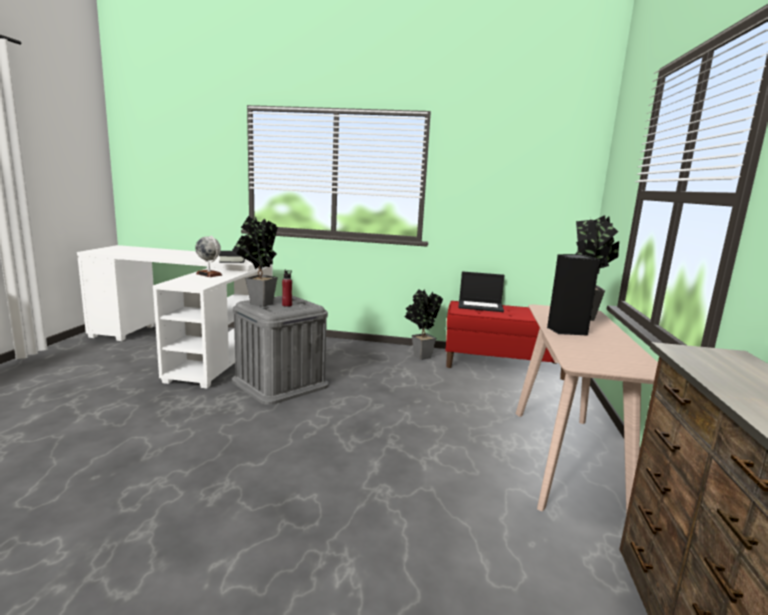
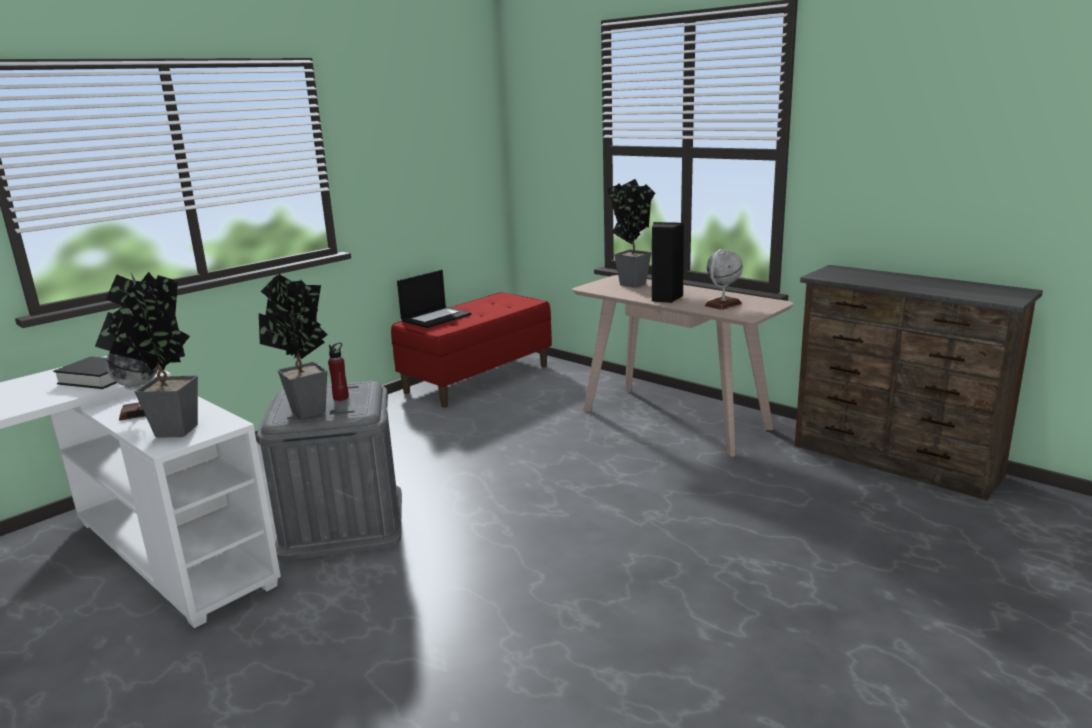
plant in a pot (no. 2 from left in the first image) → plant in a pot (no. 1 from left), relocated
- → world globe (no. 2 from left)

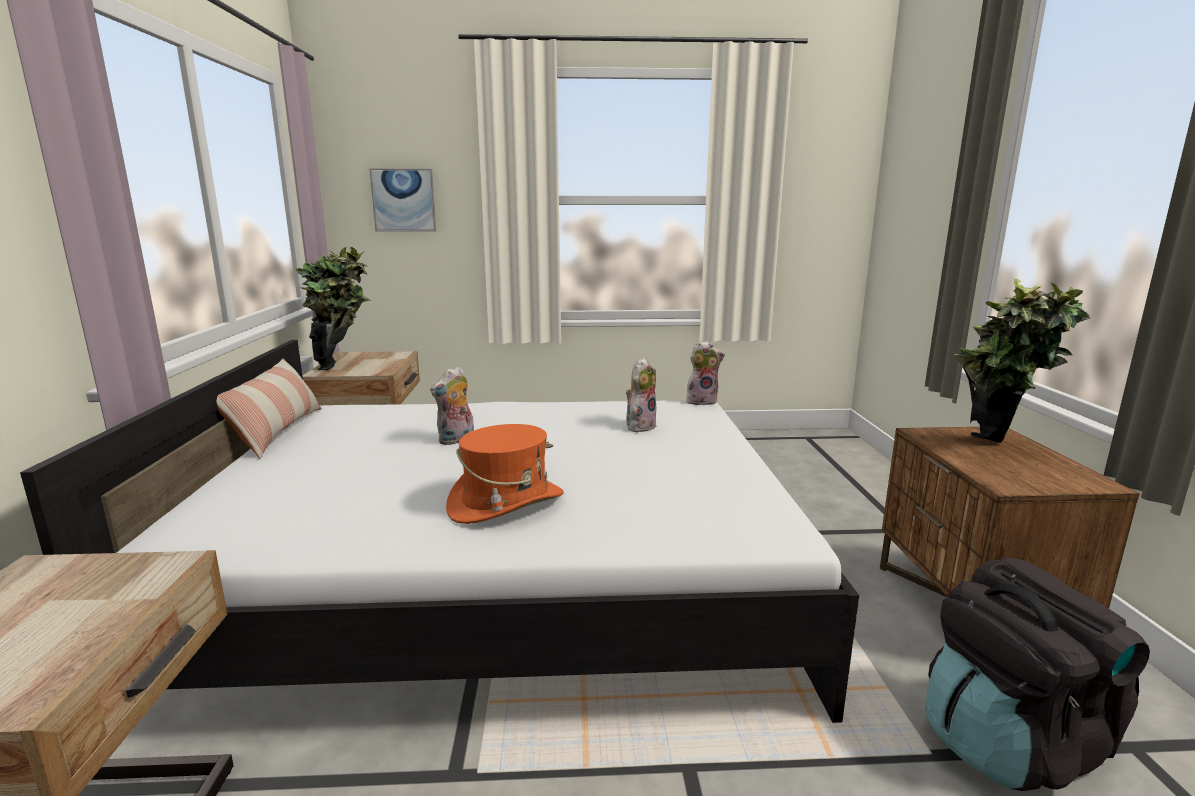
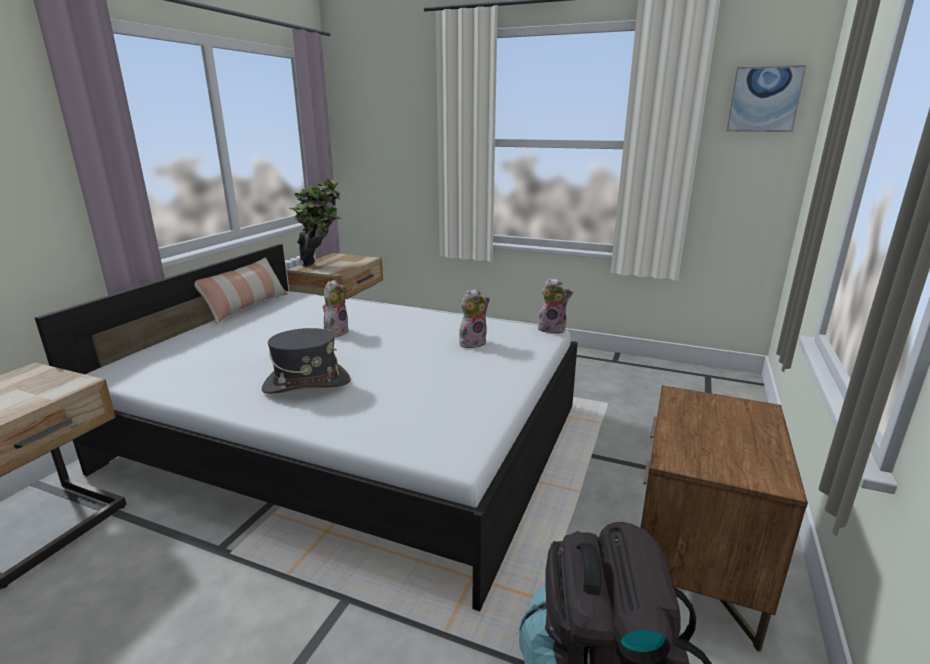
picture, relocated
soft toy (no. 1 from left), 135 degrees clockwise
orangey hat → greyish hat
plant in a pot (no. 2 from left) → -

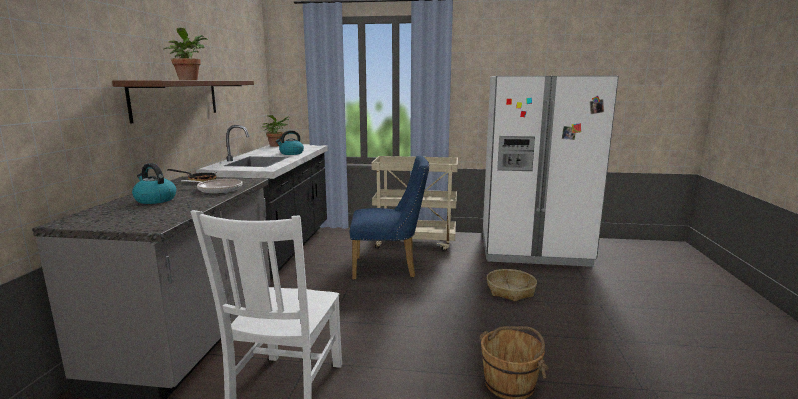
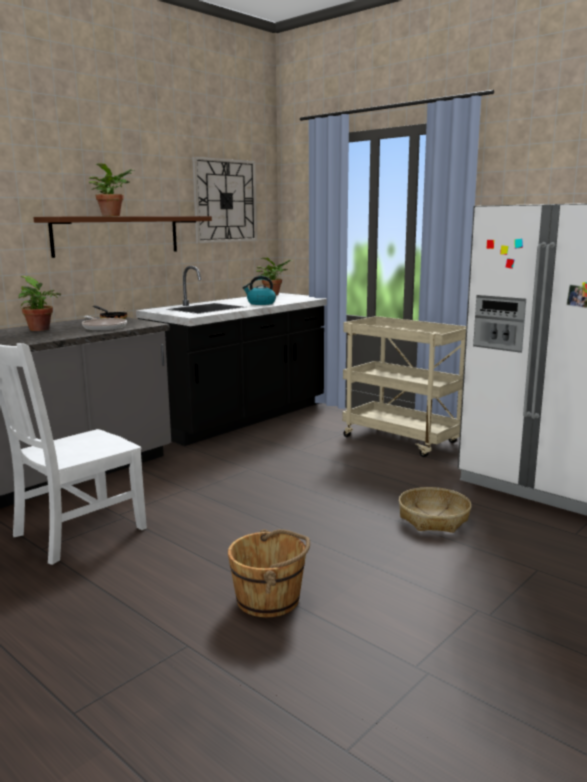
tea kettle (no. 1 from left) → plant in a pot (no. 1 from left)
bluish upright chair → -
- → hanging clock

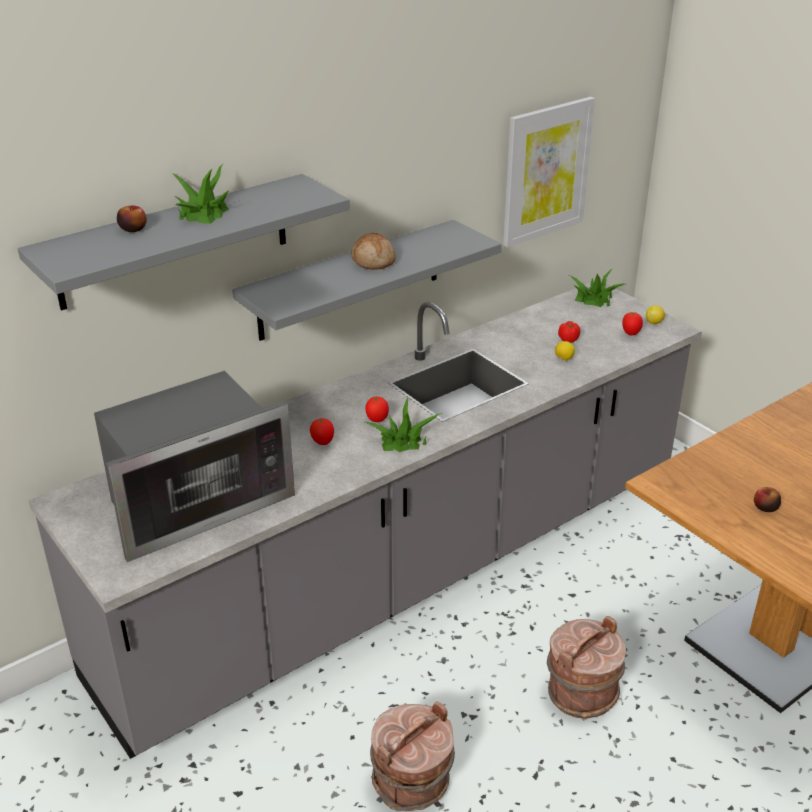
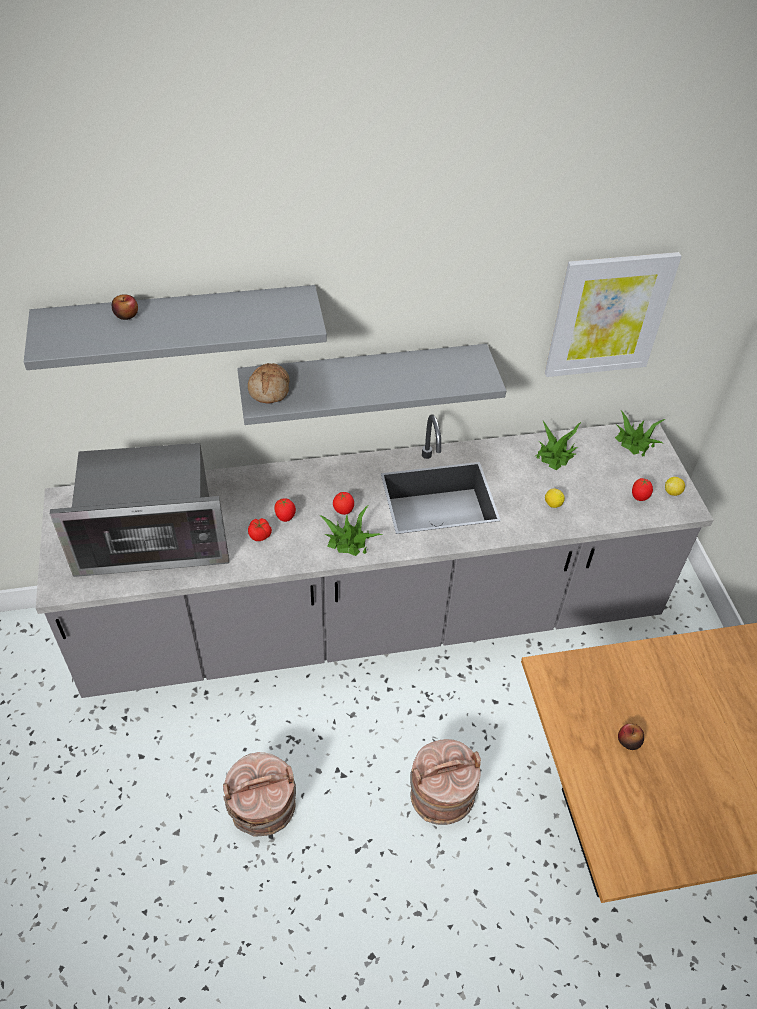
plant in a pot (no. 1 from left in the first image) → plant in a pot (no. 2 from left), relocated
bread, relocated
whole tomato (no. 3 from left in the first image) → whole tomato (no. 1 from left), relocated

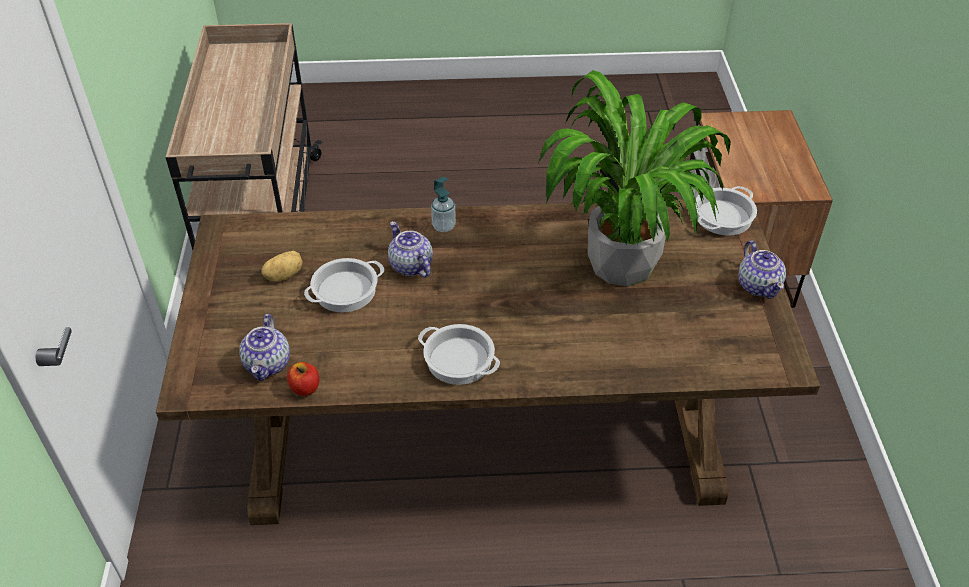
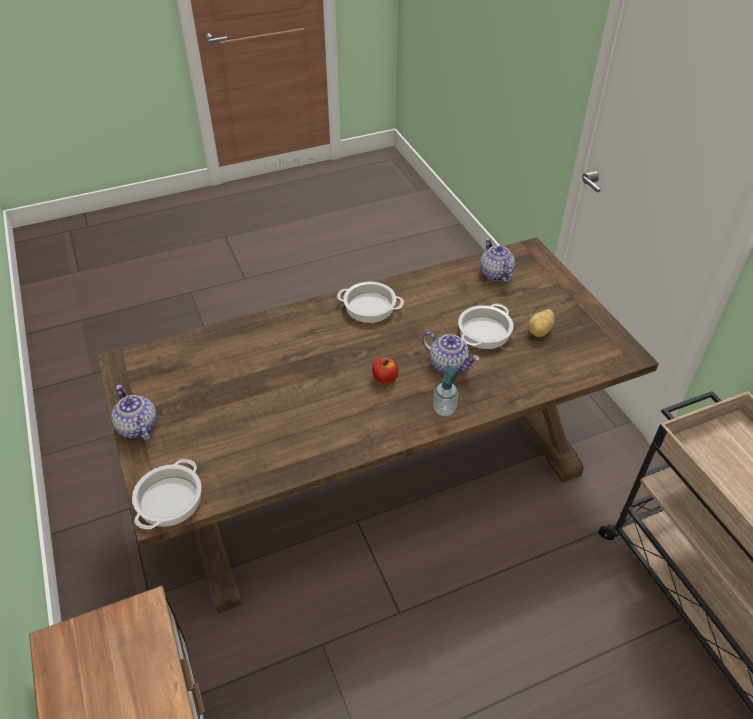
apple, relocated
plant in a pot → -

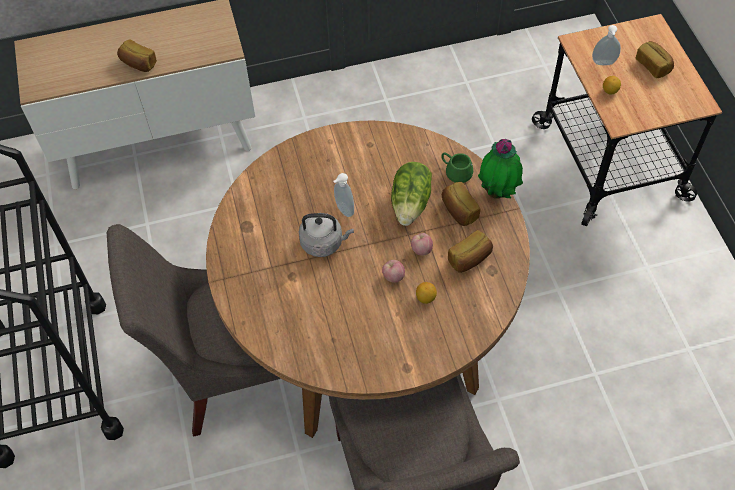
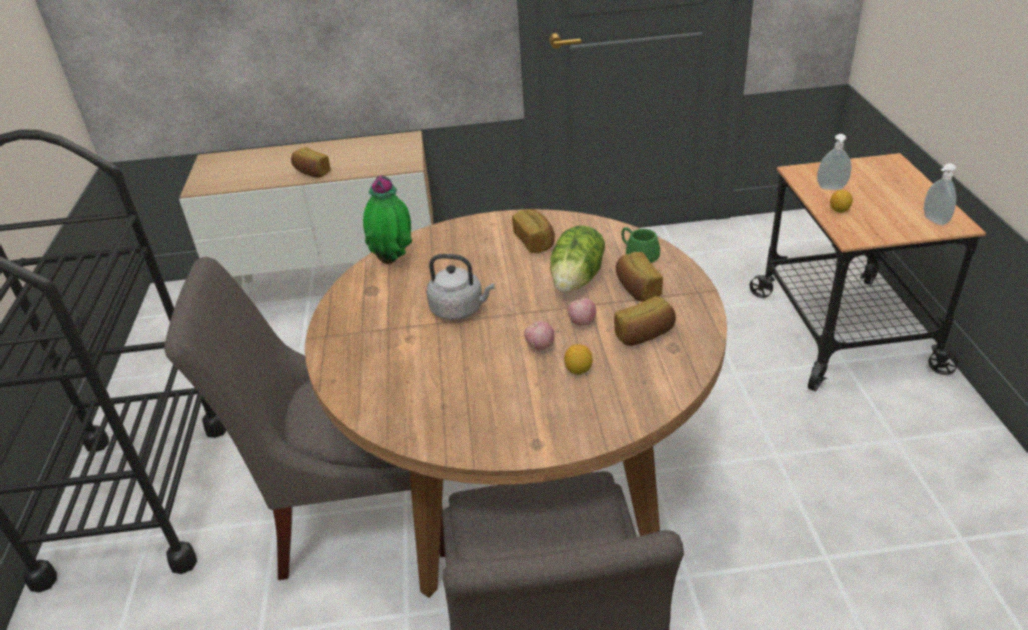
liquid soap bottle (no. 1 from left in the first image) → liquid soap bottle (no. 2 from left), relocated
plant in a pot, relocated
bread (no. 4 from left in the first image) → bread (no. 2 from left), relocated

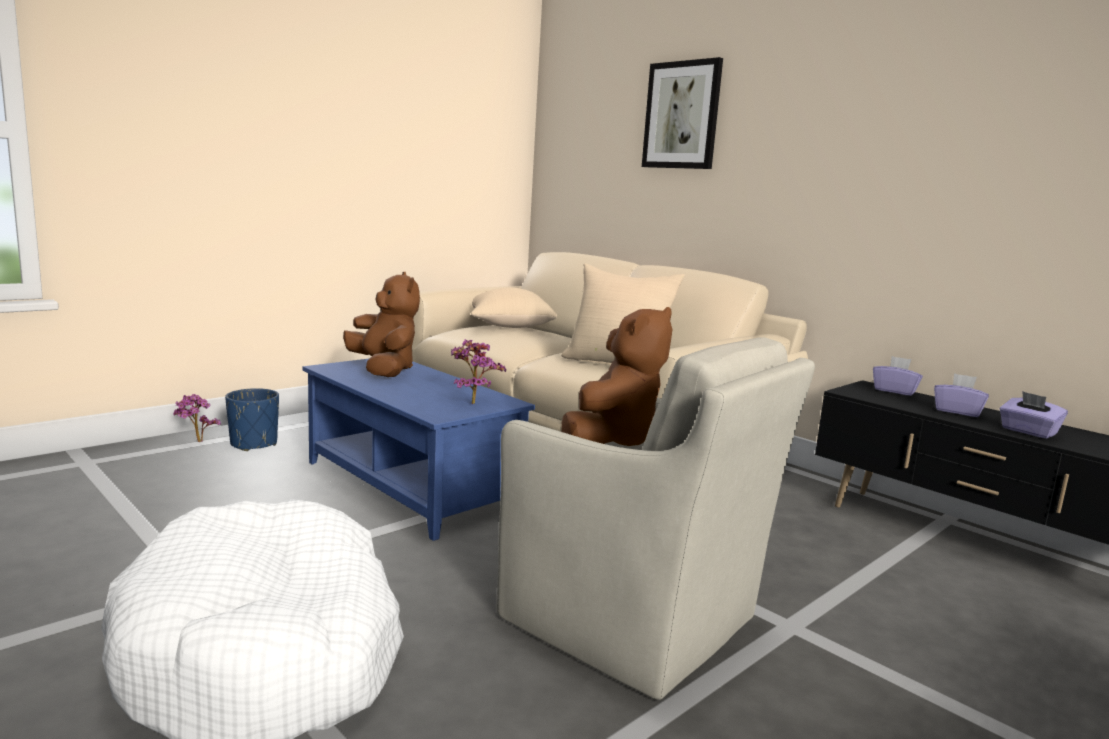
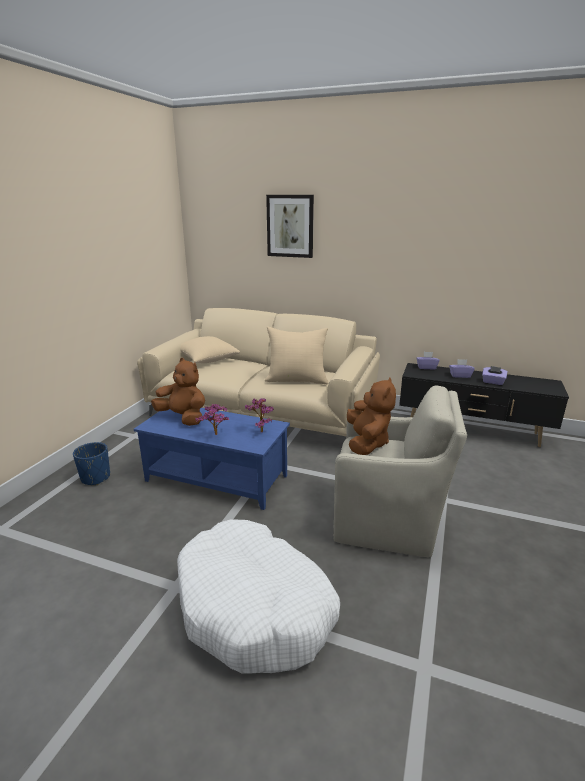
plant in a pot (no. 1 from left), relocated

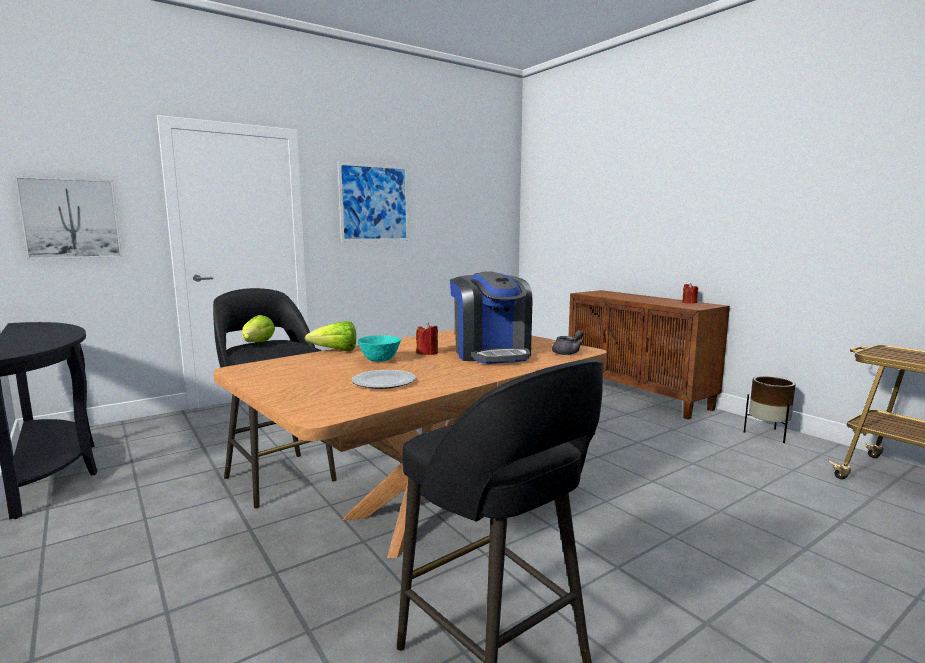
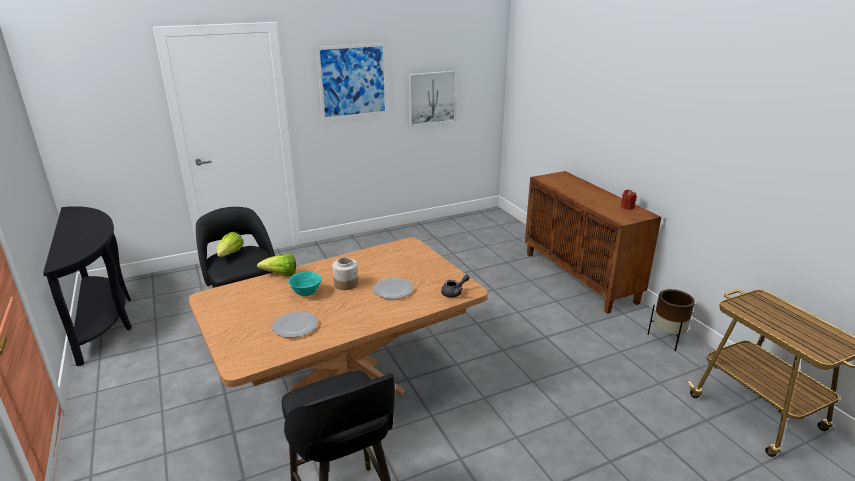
picture (no. 1 from left in the first image) → picture (no. 2 from left), relocated
reddish wax candle (no. 1 from left) → preserve jar
coffee maker → plate (no. 2 from left)

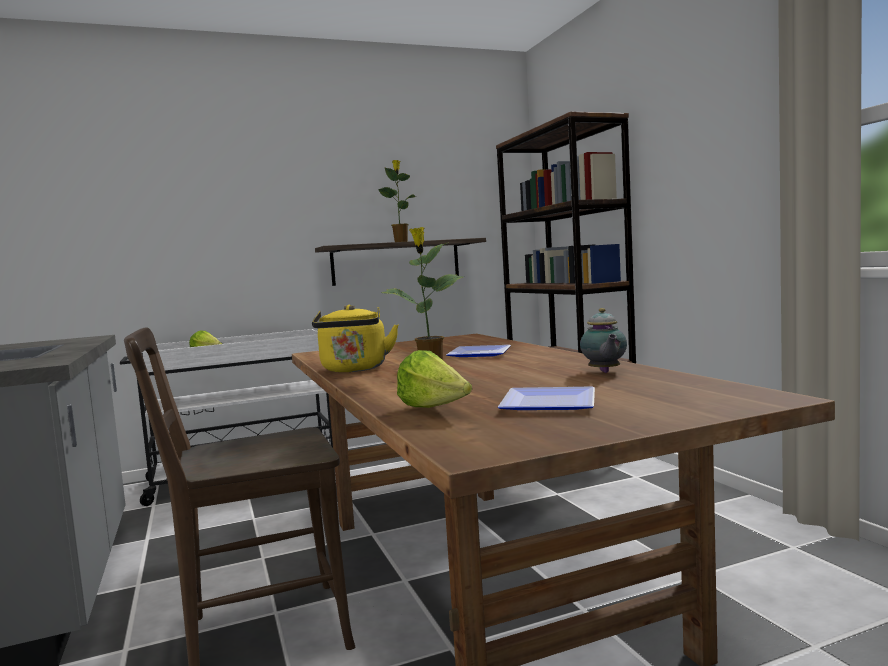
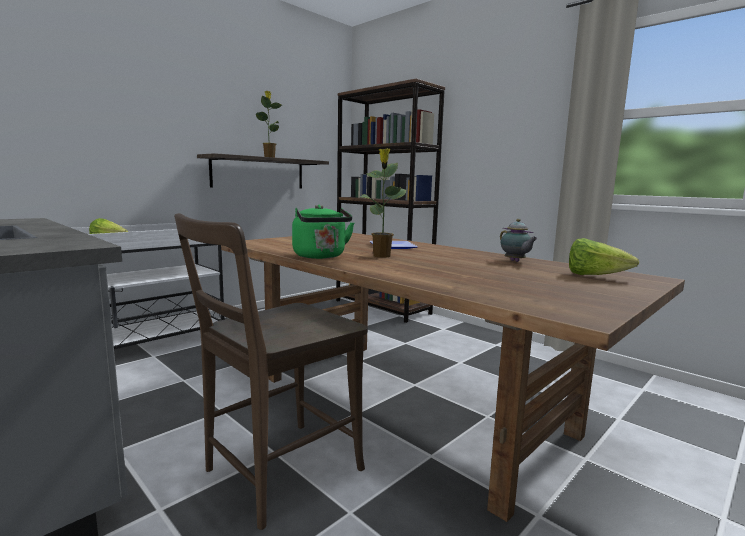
yellow tea kettle → green-coloured tea kettle
head of lettuce (no. 2 from left), relocated
plate (no. 2 from left) → -

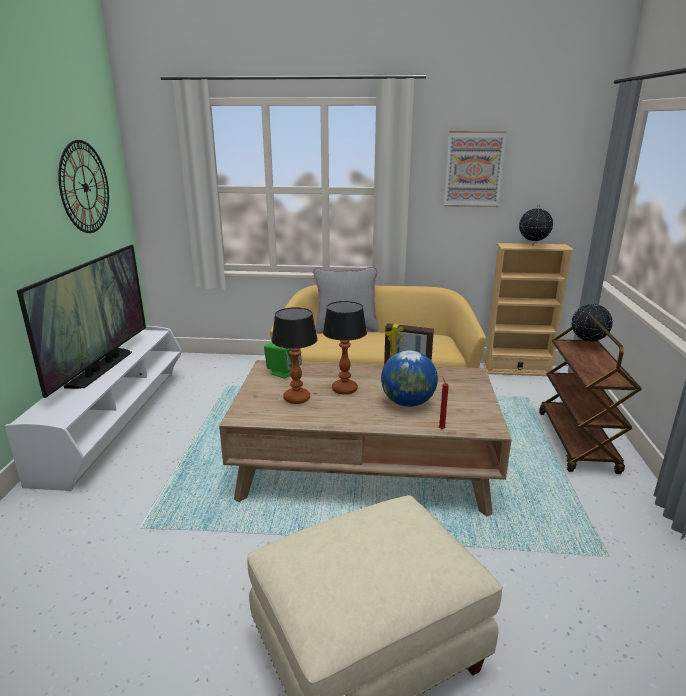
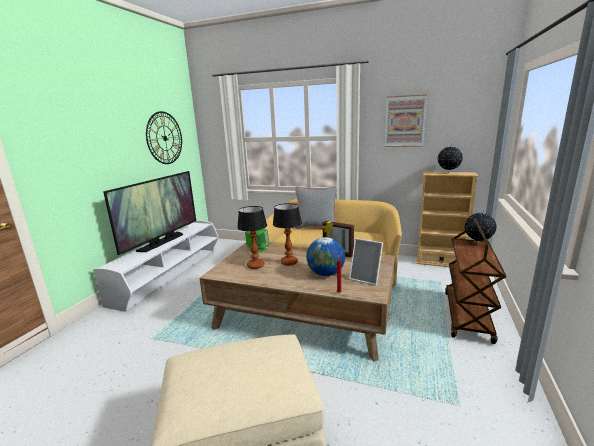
- → photo frame (no. 2 from left)

